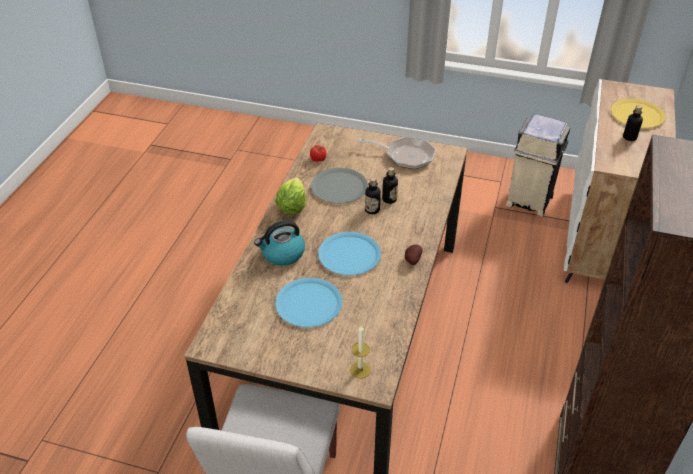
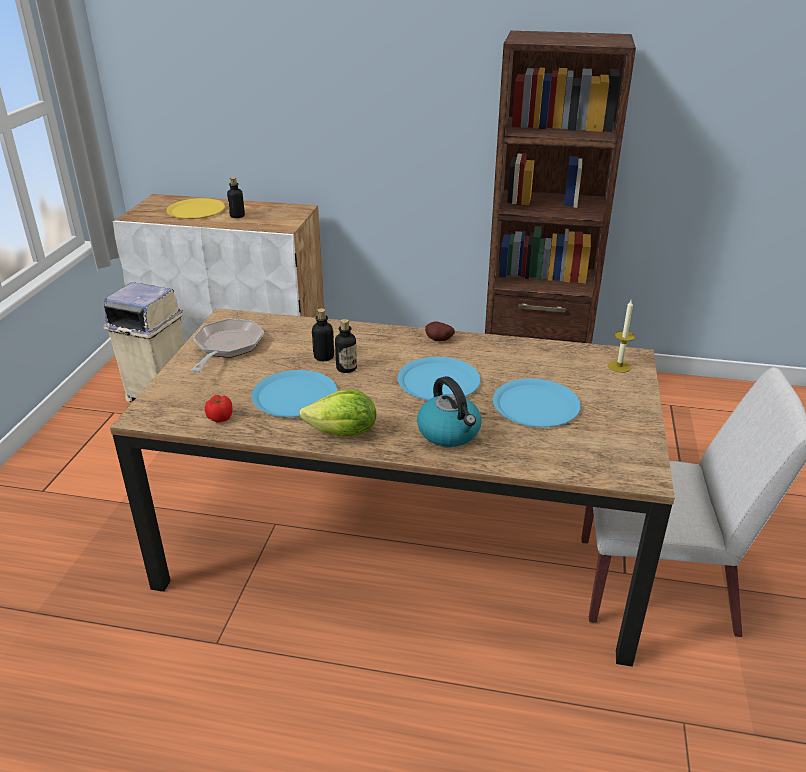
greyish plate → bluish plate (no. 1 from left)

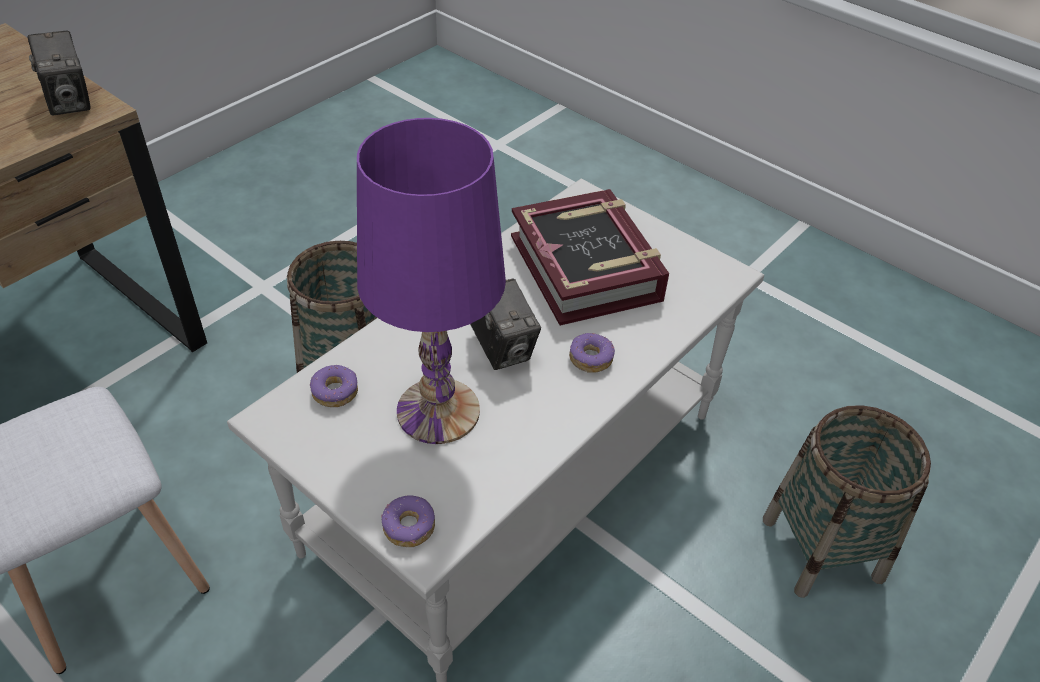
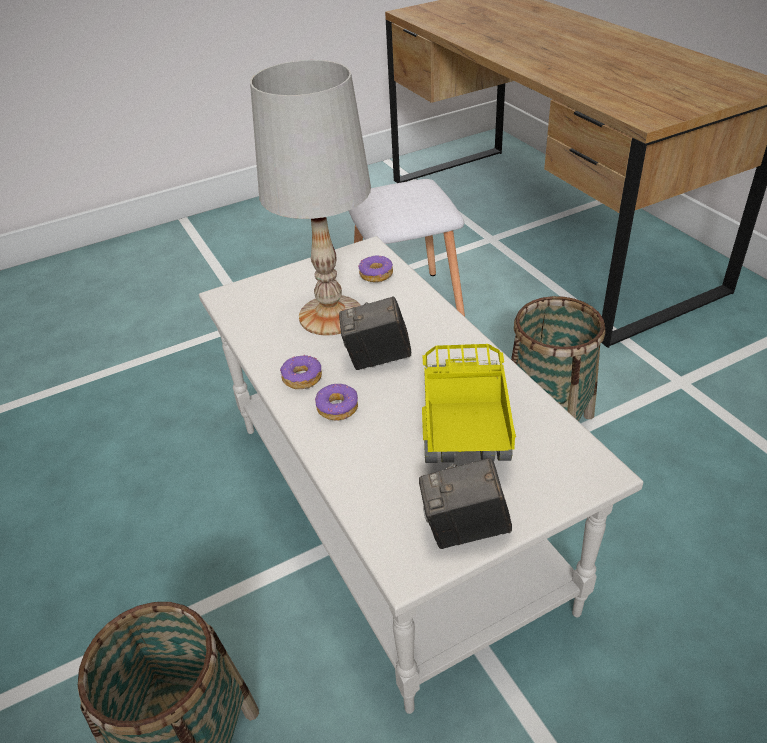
photo camera (no. 1 from left in the first image) → photo camera (no. 2 from left), relocated
purplish table lamp → whitish table lamp
donut (no. 2 from left in the first image) → donut (no. 1 from left), relocated
bound book → toy lorry

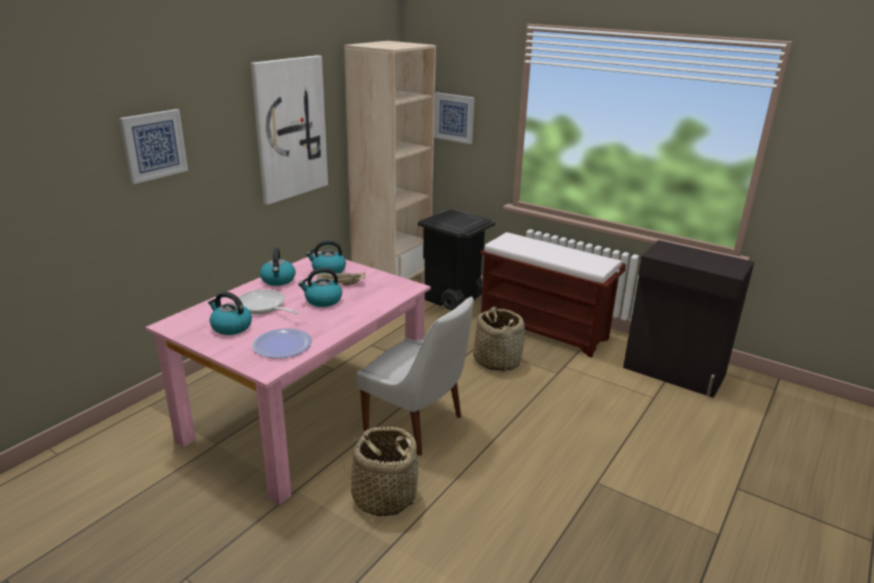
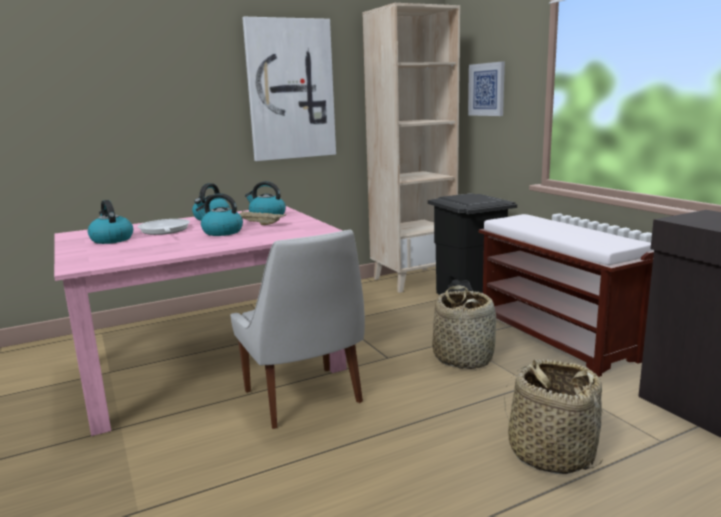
picture (no. 1 from left) → -
plate → -
household basket (no. 1 from left in the first image) → household basket (no. 2 from left), relocated

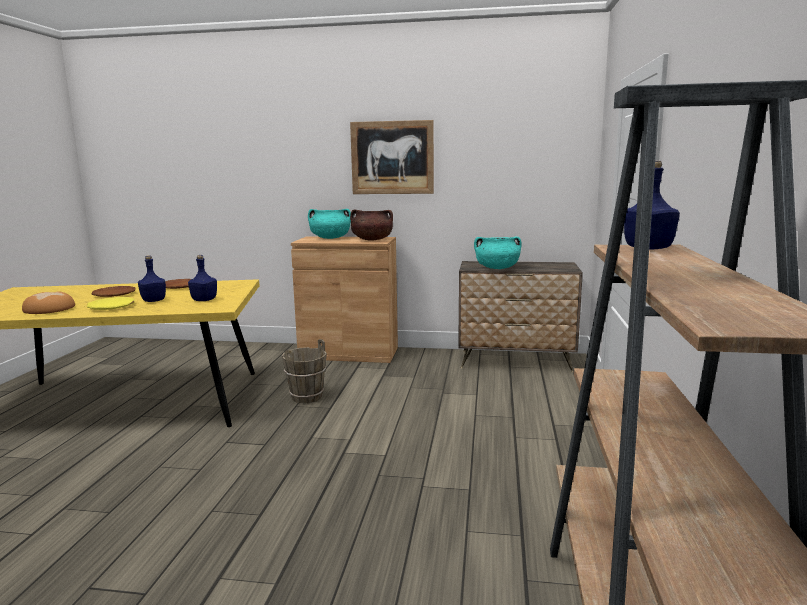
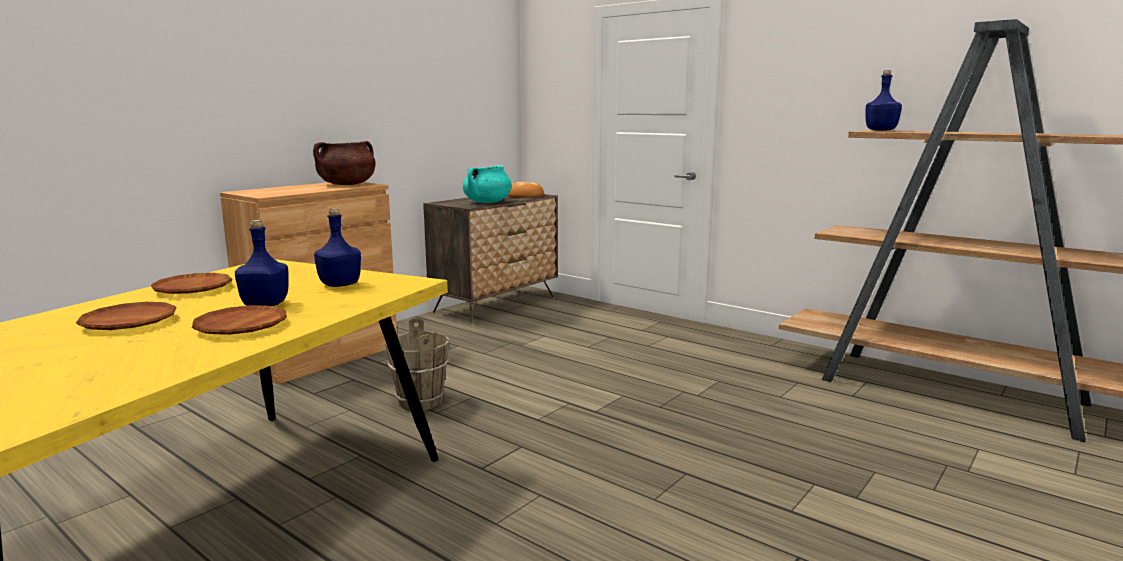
bread, relocated
yellow plate → brown plate (no. 3 from left)
turquoise saucepot (no. 1 from left) → -
picture → -

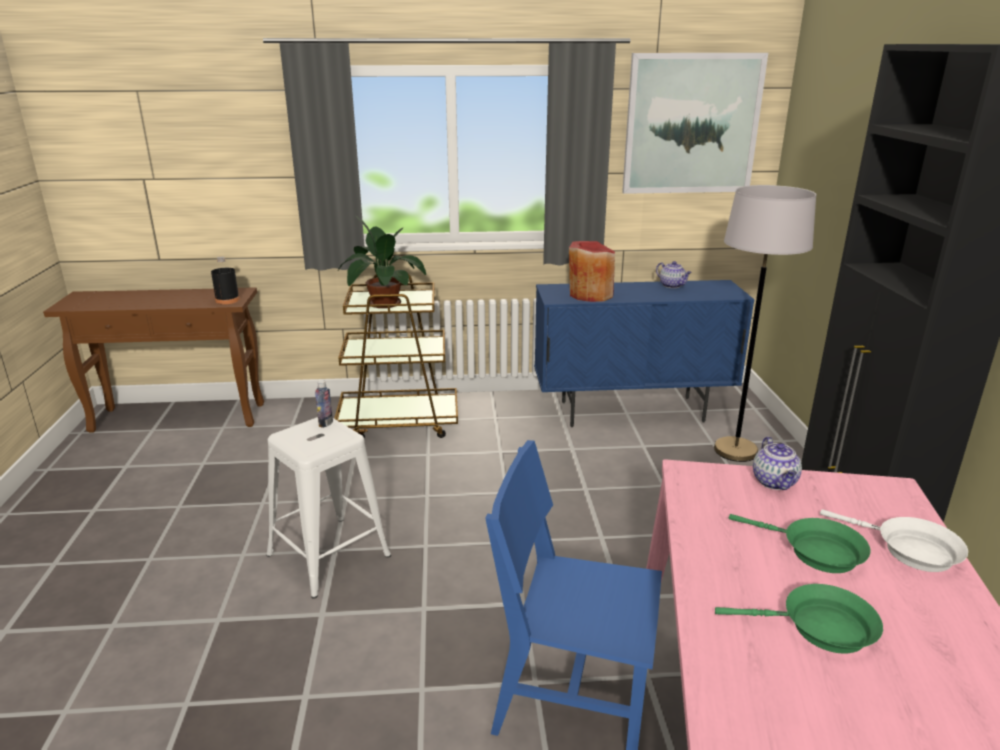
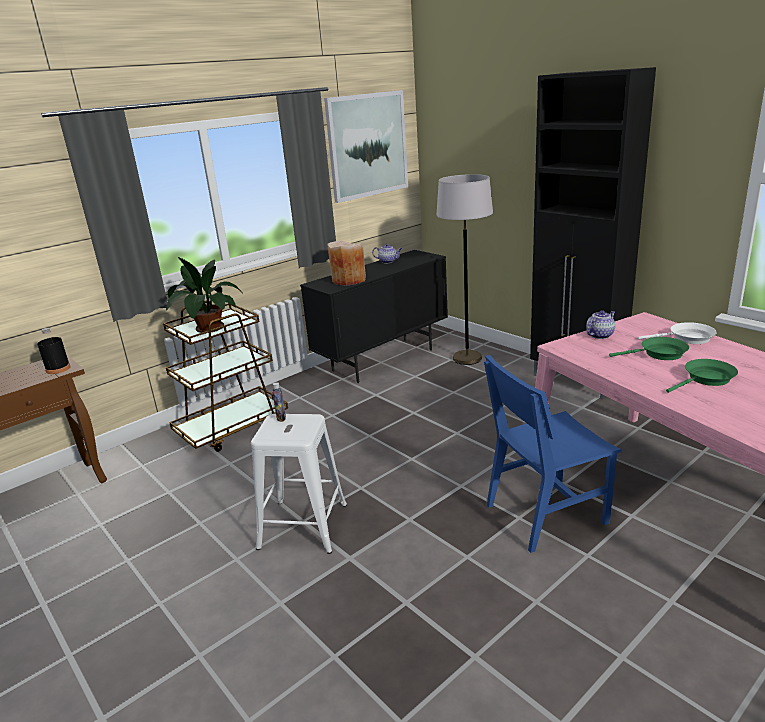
bluish cupboard → black cupboard (no. 1 from left)
reddish vase → beige vase
tea pot (no. 2 from left), 90 degrees counterclockwise

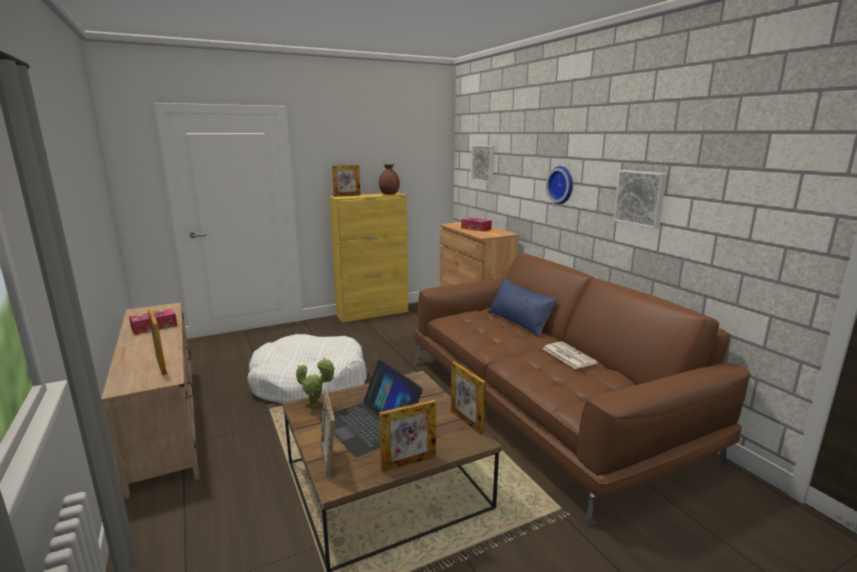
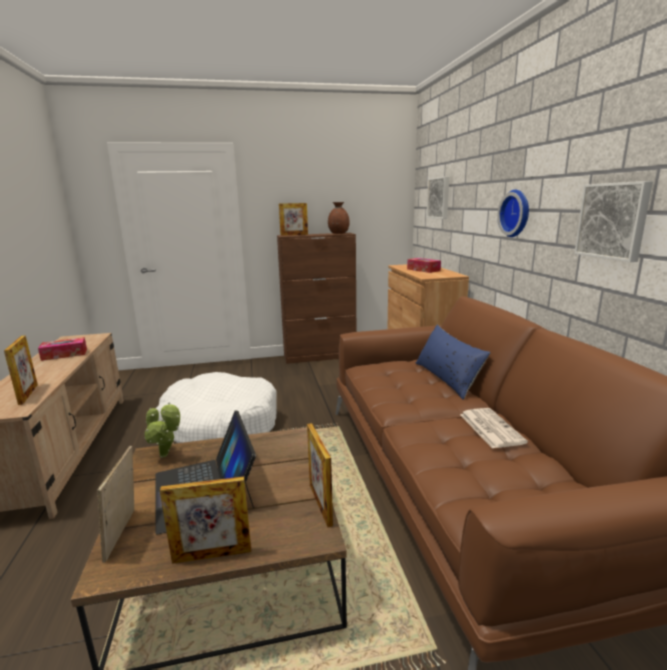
yellow cupboard → brown cupboard (no. 1 from left)

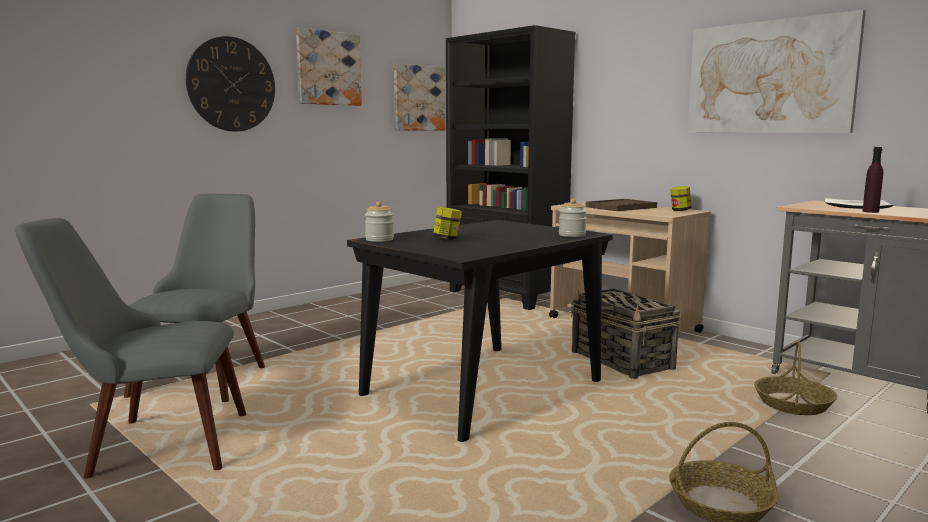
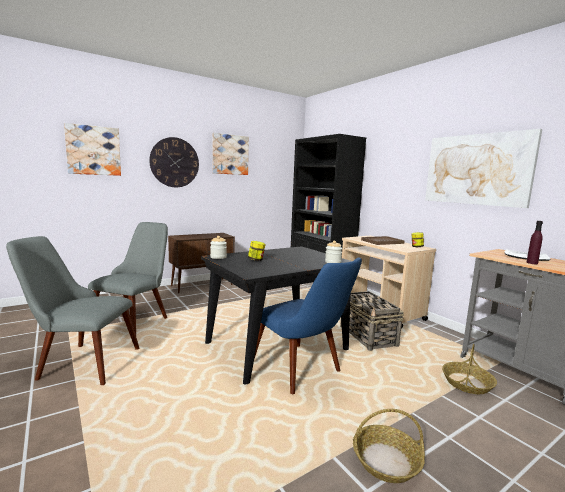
picture (no. 2 from left in the first image) → picture (no. 1 from left), relocated
- → brown cupboard
- → bluish upright chair

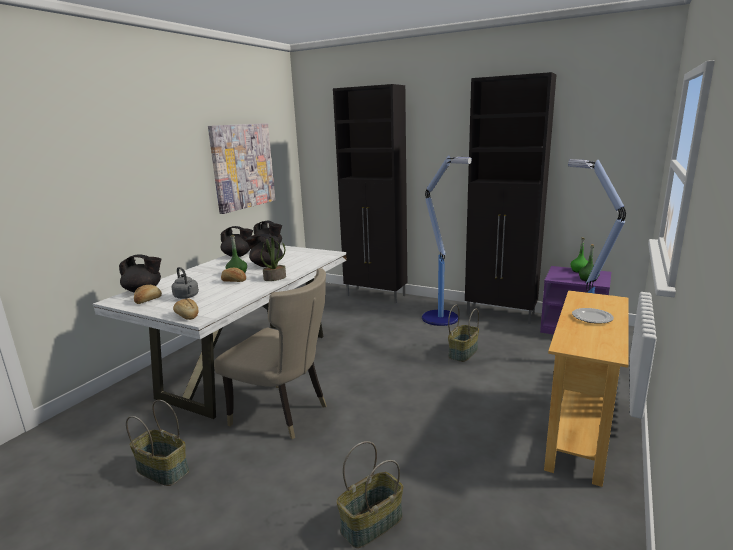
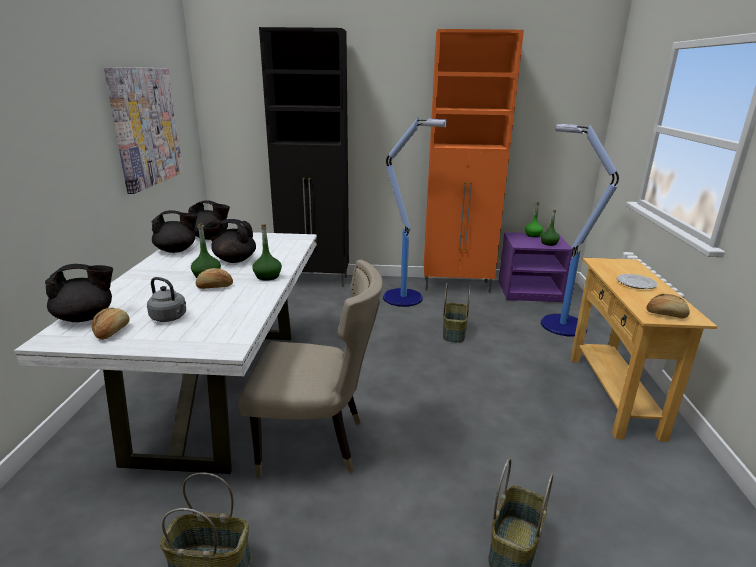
bread (no. 2 from left in the first image) → bread (no. 3 from left), relocated
plant in a pot → green-coloured bottle (no. 2 from left)
black cupboard (no. 2 from left) → orangey cupboard

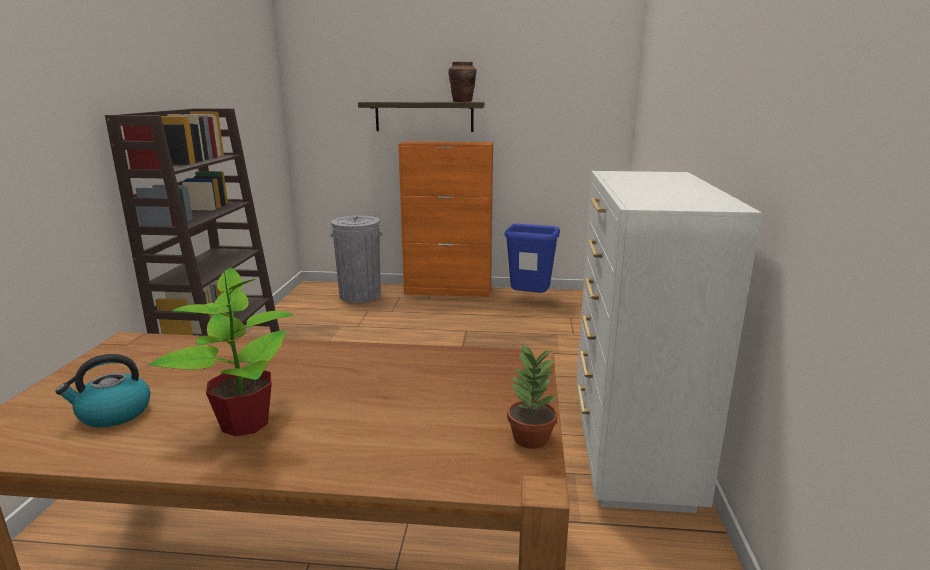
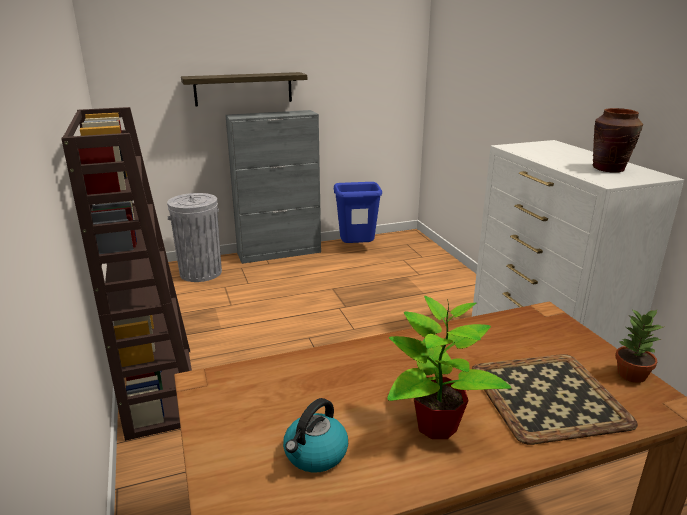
orangey cupboard → greyish cupboard
brown vase, relocated
- → carrying tray

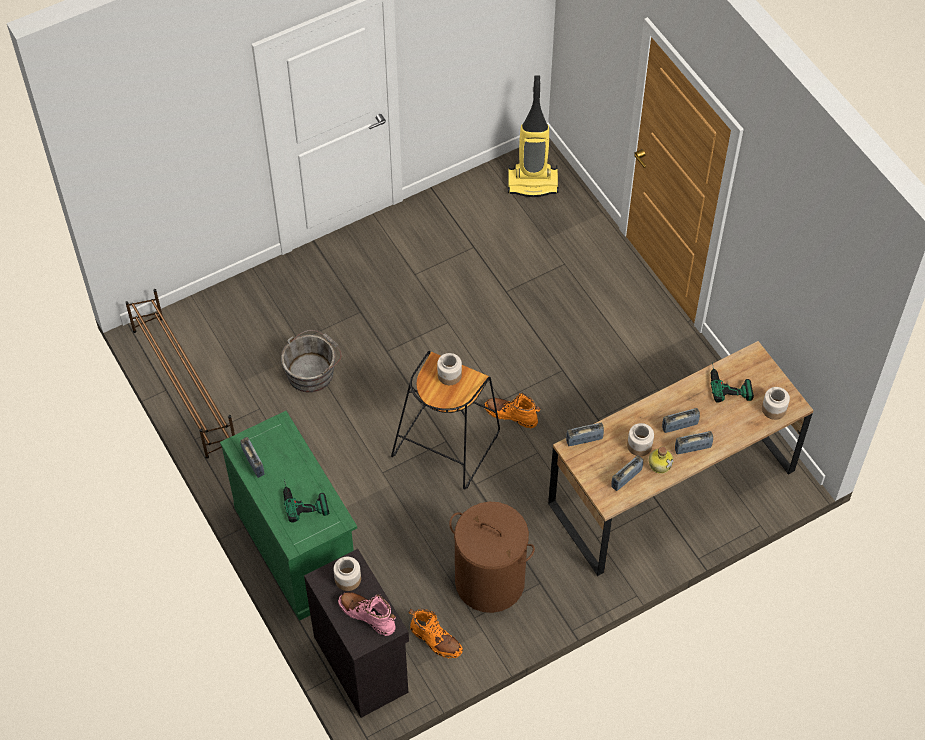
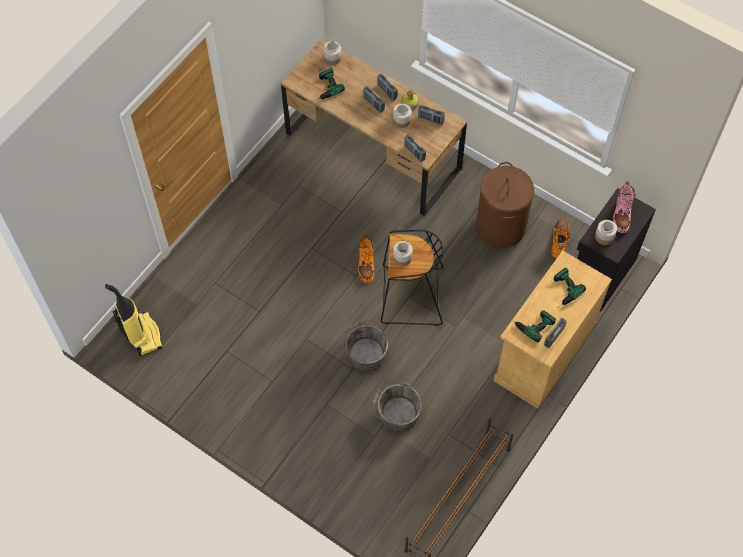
green-coloured cupboard → beige cupboard
- → greyish water bucket (no. 1 from left)
- → drill (no. 2 from left)

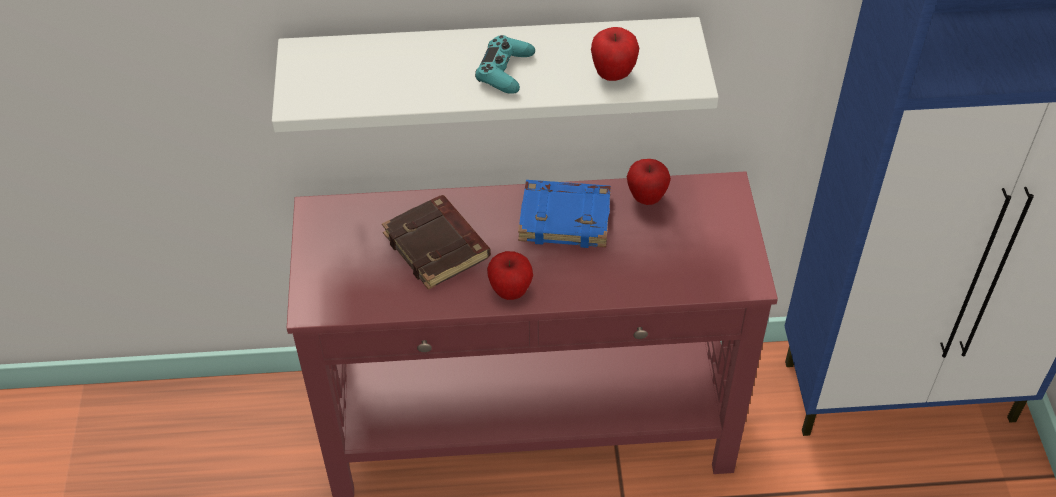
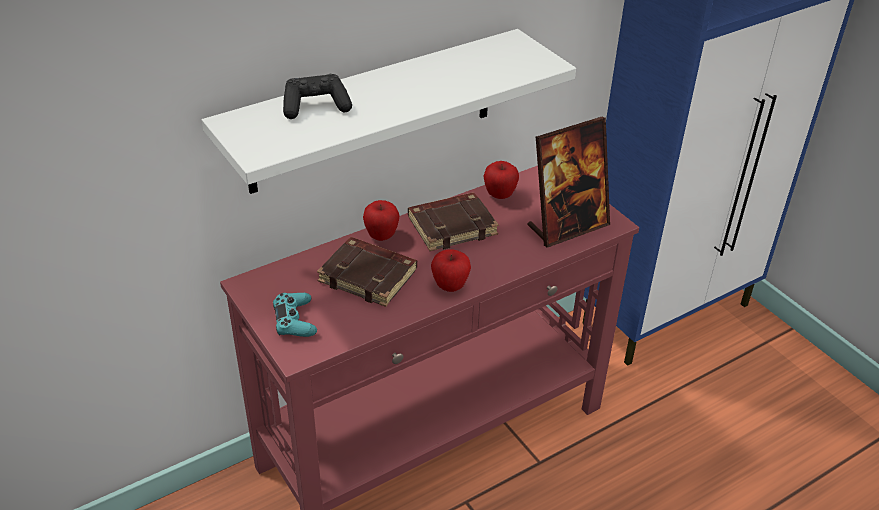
turquoise game controller, relocated
bluish bound book → brown bound book (no. 2 from left)
apple (no. 2 from left in the first image) → apple (no. 1 from left), relocated
- → black game controller
- → photo frame

